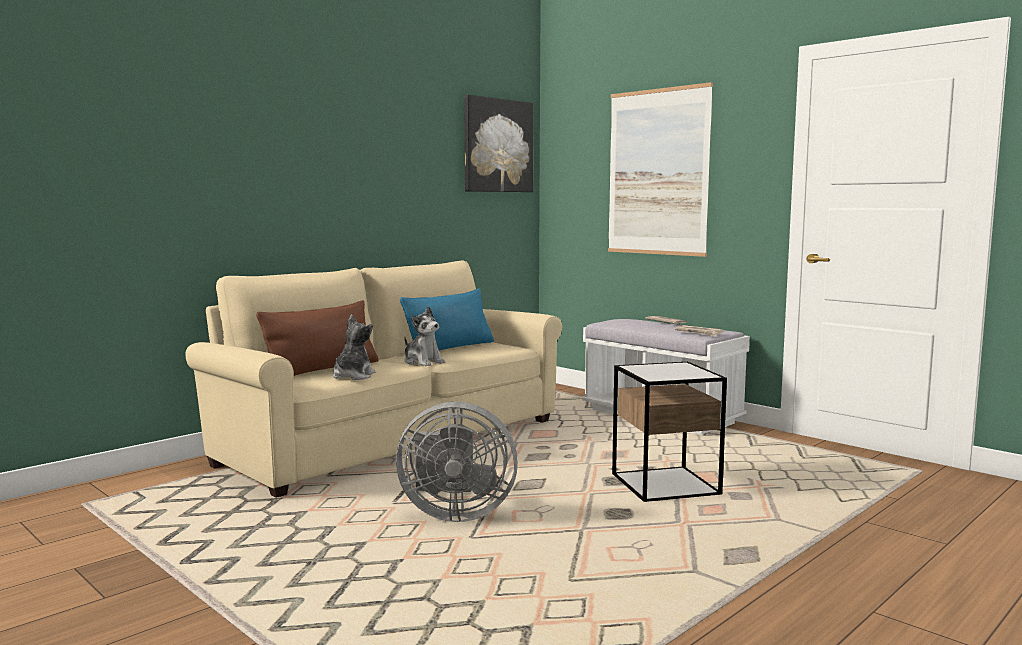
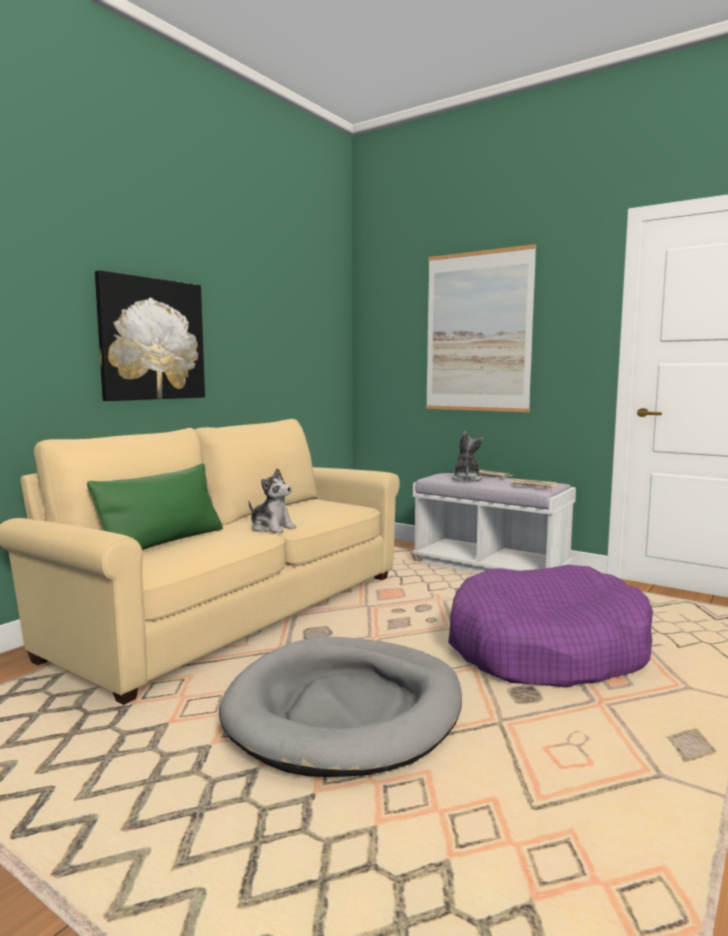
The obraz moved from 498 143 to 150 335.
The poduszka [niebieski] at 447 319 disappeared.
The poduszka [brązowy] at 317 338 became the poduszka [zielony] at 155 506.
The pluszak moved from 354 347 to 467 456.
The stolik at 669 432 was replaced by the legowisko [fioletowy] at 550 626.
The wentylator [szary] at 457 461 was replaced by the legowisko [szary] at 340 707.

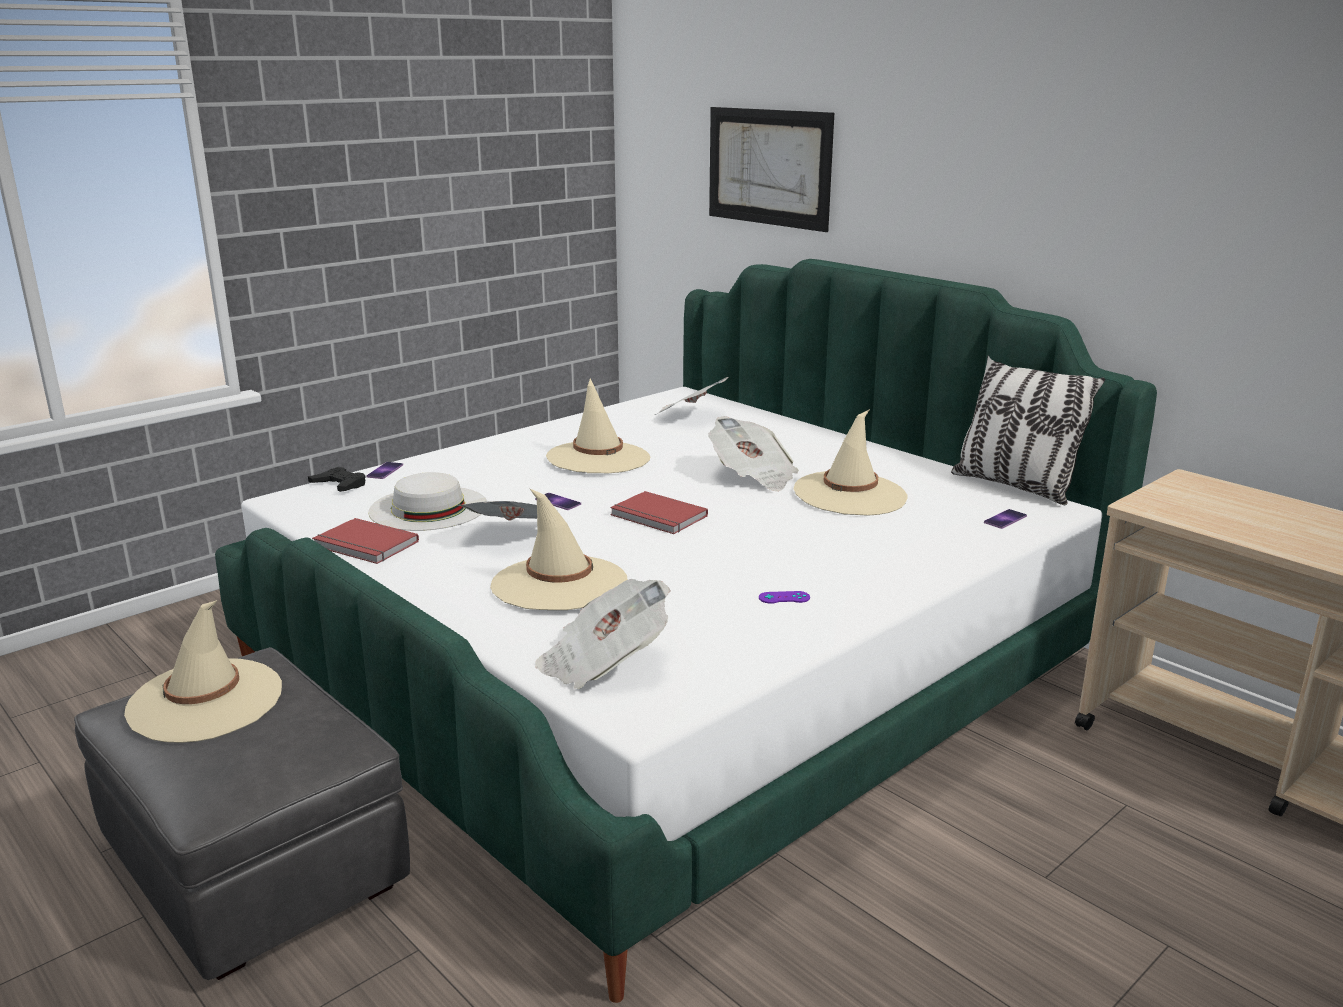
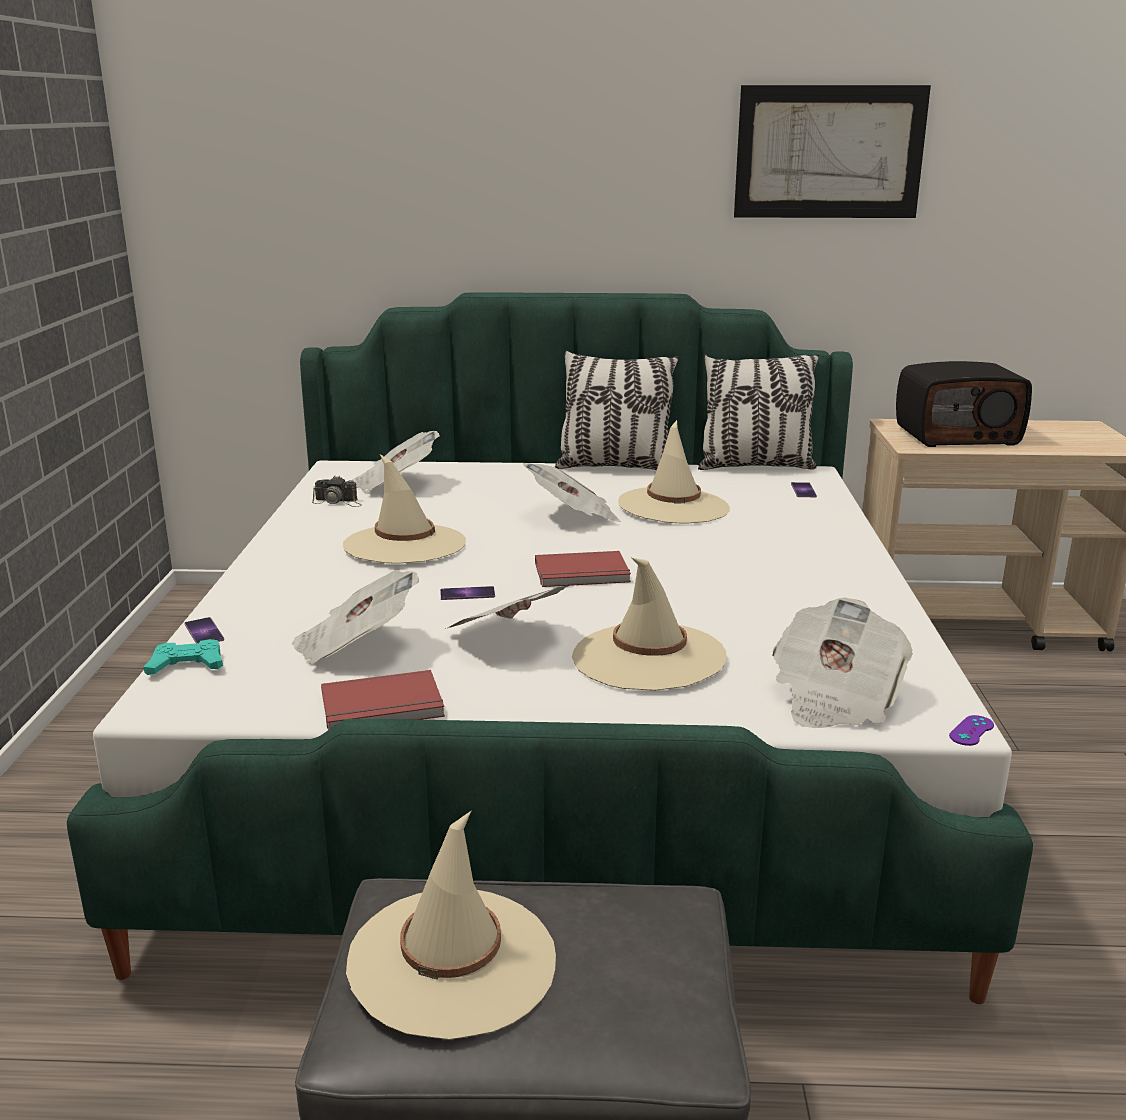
The obraz moved from 771 169 to 832 151.
The pad do gier [czarny] at 337 479 became the pad do gier [turkusowy] at 183 657.
The kapelusz [biały] at 427 501 was replaced by the gazeta at 355 617.
The pad do gier [fioletowy] moved from 784 597 to 971 730.
The poduszka at 617 410 appeared.
The radio at 964 404 appeared.
The aparat fotograficzny at 337 491 appeared.

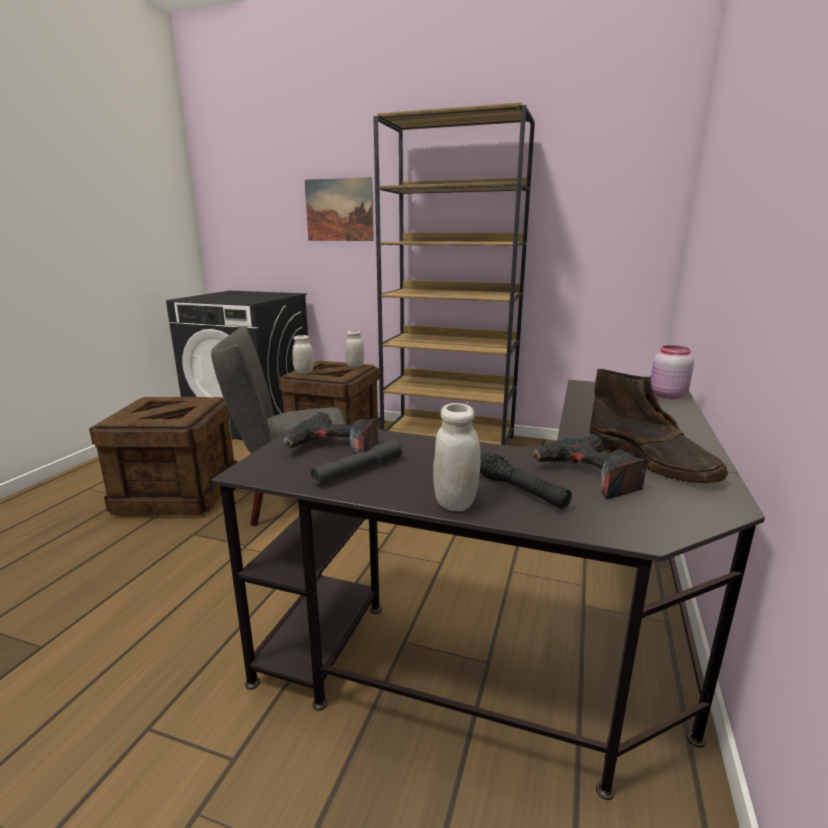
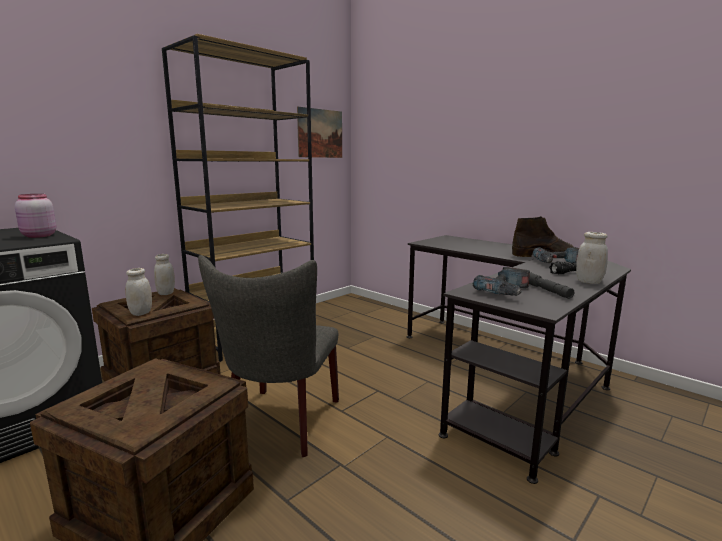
The obraz moved from 339 209 to 319 132.
The słoik [różowy] moved from 672 371 to 35 216.

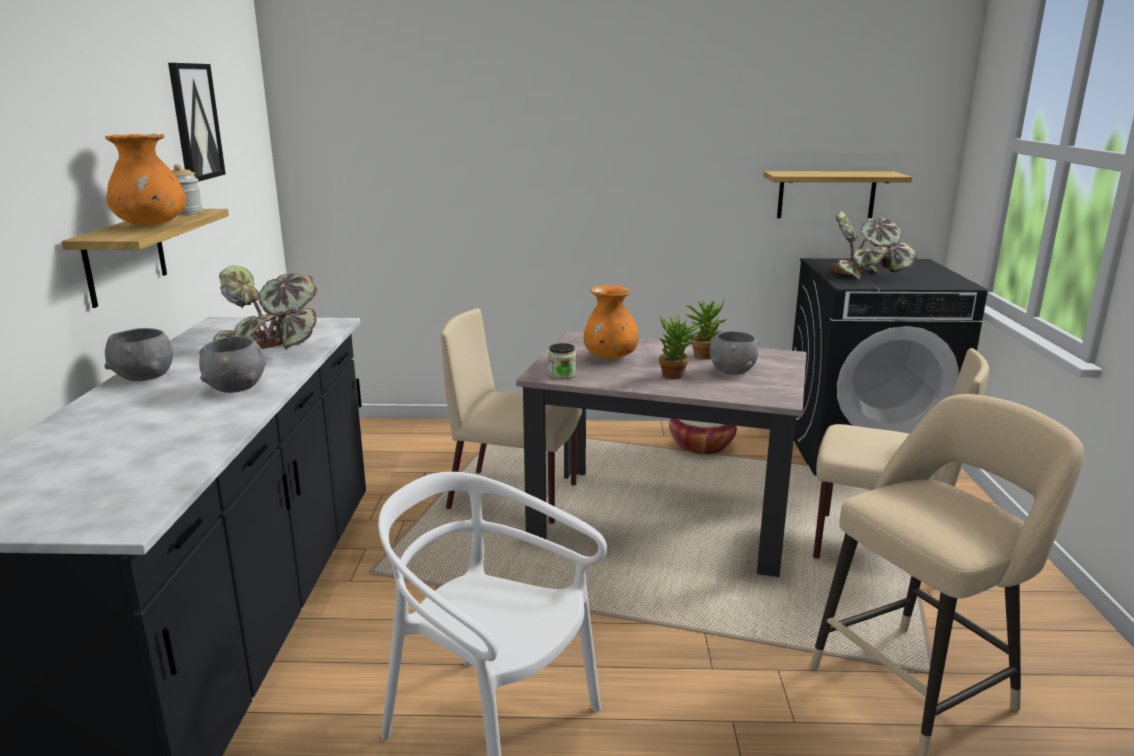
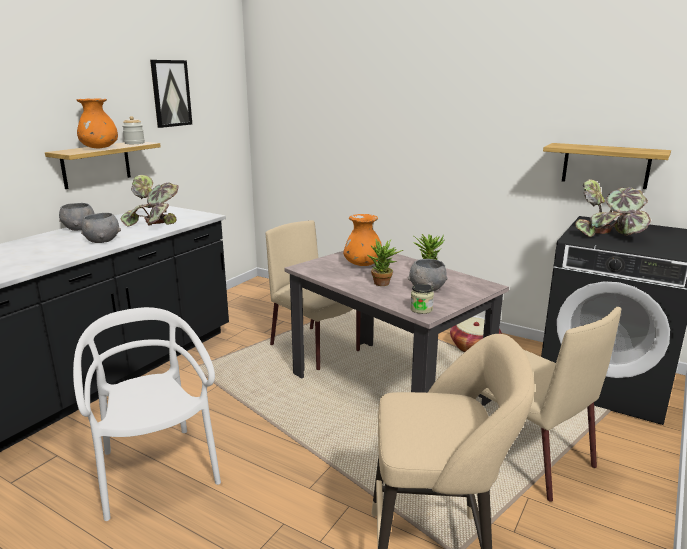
The słoik moved from 562 361 to 422 299.

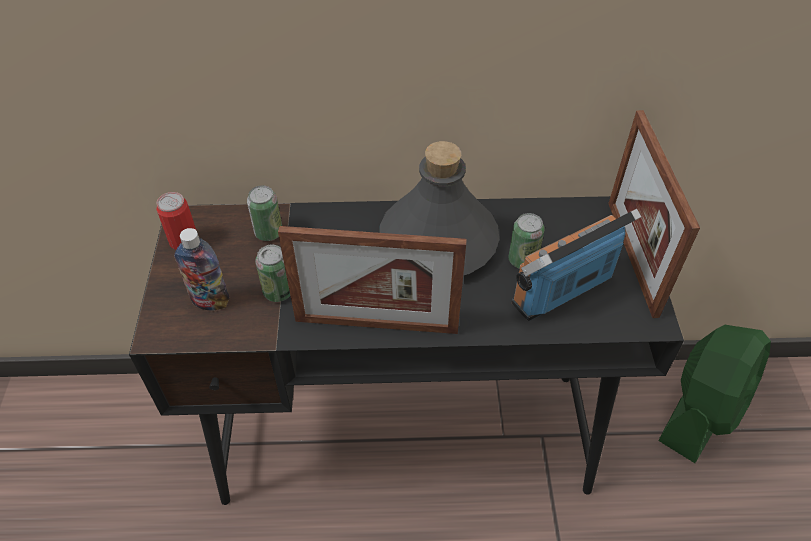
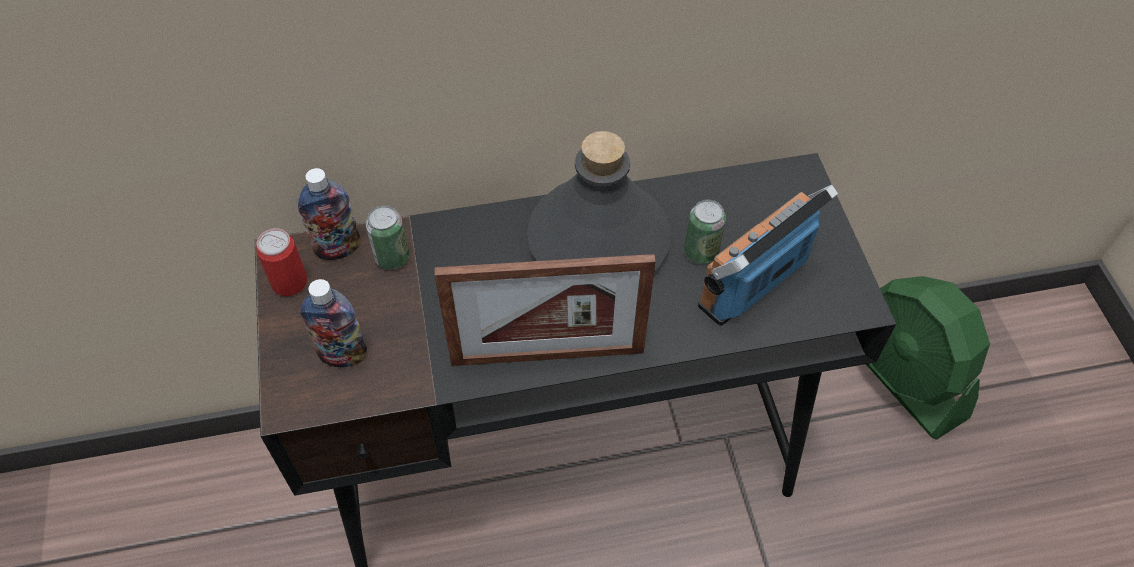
The ramka na zdjęcie at 654 214 disappeared.
The puszka at 272 273 disappeared.
The wentylator [zielony] at 714 394 turned 120 degrees clockwise.
The butelka at 329 214 appeared.

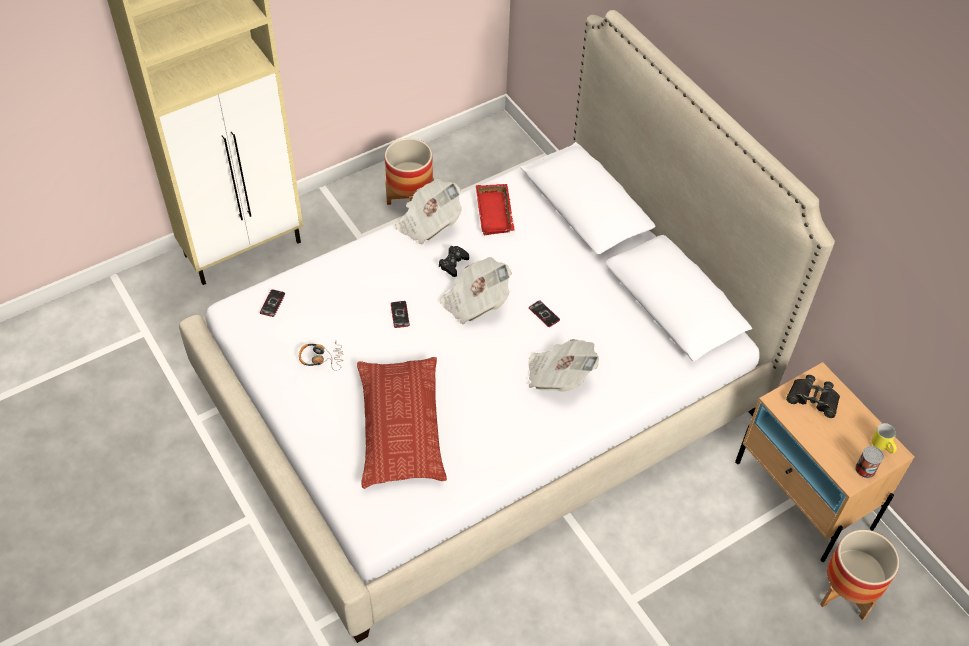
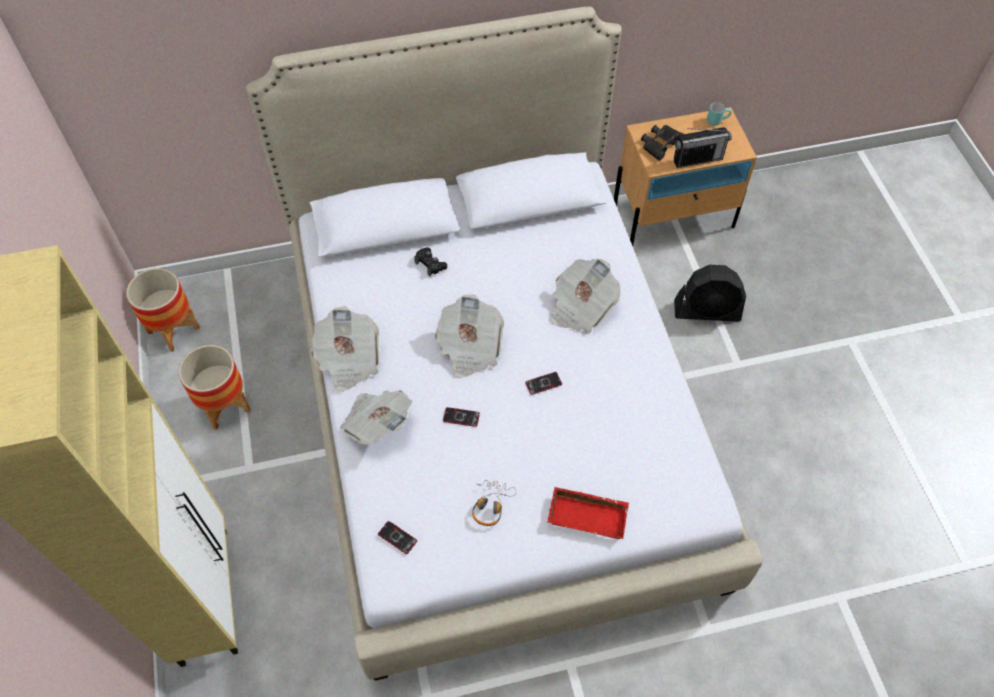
The taca [czerwony] moved from 495 210 to 588 513.
The pad do gier [czarny] moved from 454 261 to 430 261.
The telefon moved from 544 313 to 543 383.
The poduszka at 402 423 disappeared.
The kubek [żółty] at 884 438 became the kubek [turkusowy] at 719 114.
The puszka at 869 462 disappeared.
The donica moved from 859 574 to 163 310.
The radio at 703 147 appeared.
The wentylator [czarny] at 710 293 appeared.
The gazeta at 376 417 appeared.

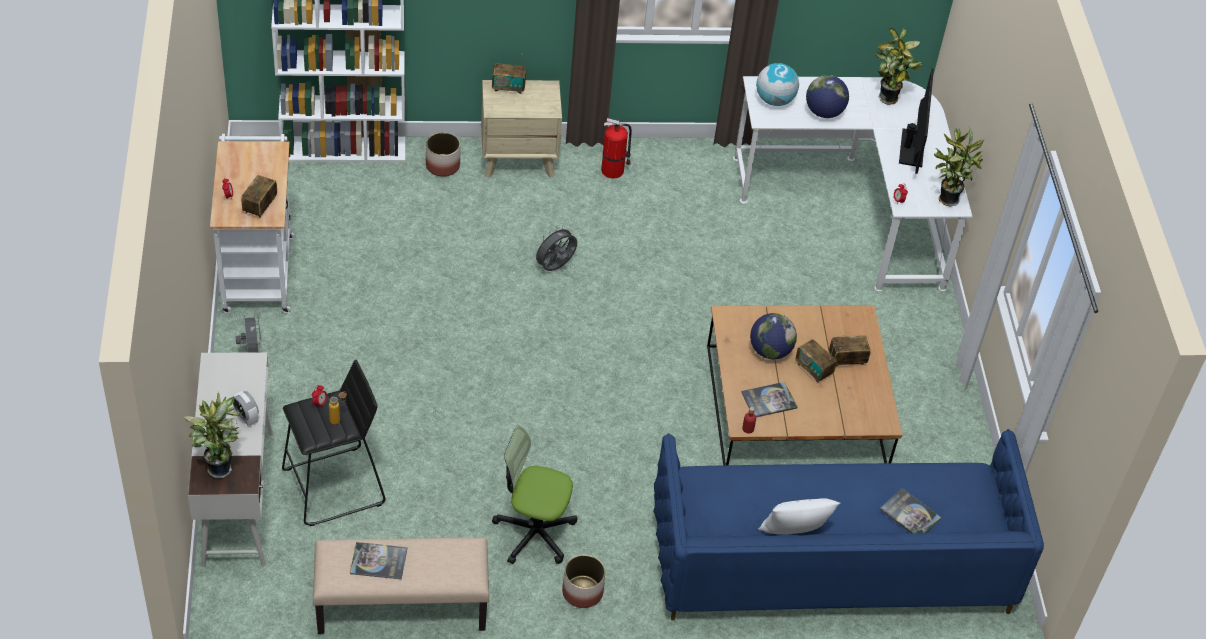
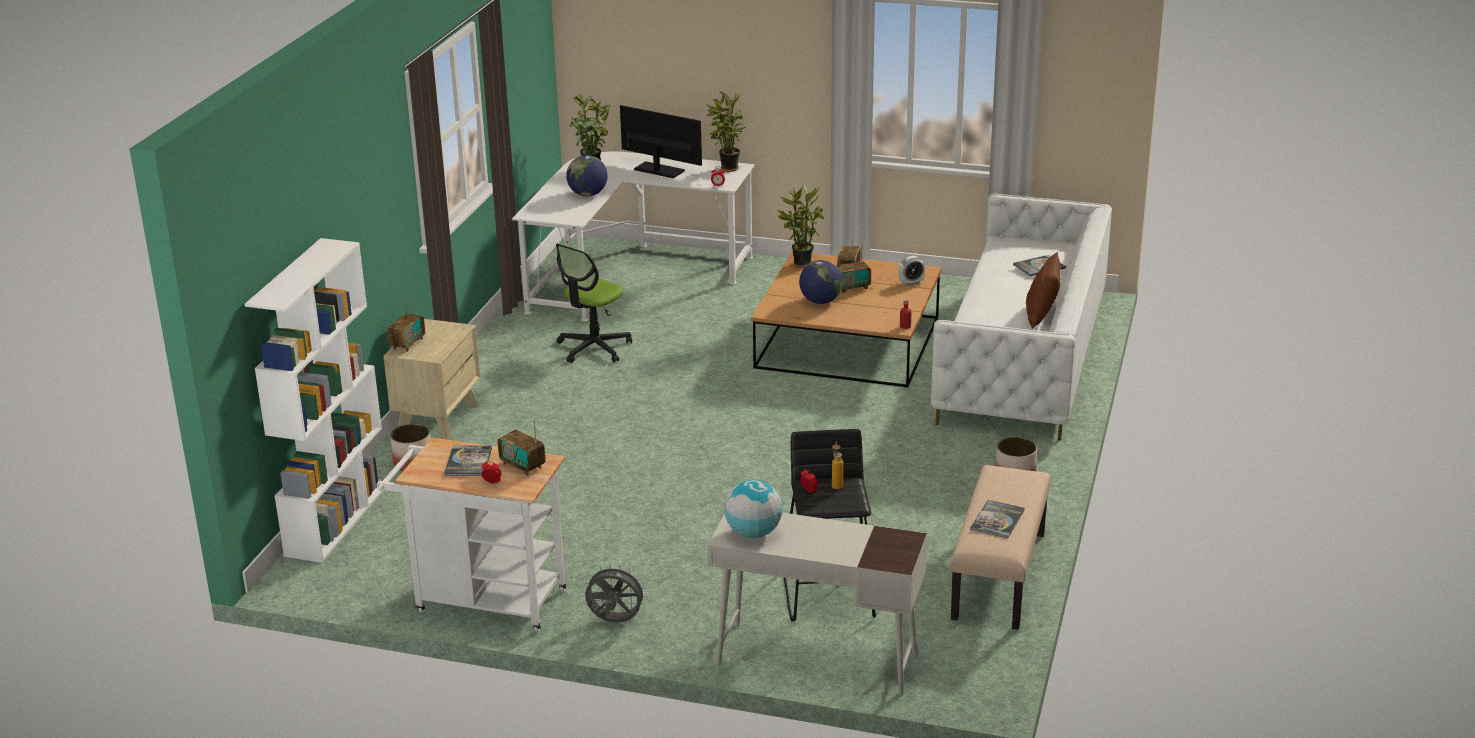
The globus moved from 777 84 to 753 509.
The gaśnica at 616 148 disappeared.
The wentylator [szary] at 554 248 disappeared.
The książka moved from 769 399 to 468 461.
The budzik moved from 246 408 to 911 271.
The roślina doniczkowa moved from 213 435 to 801 225.
The krzesło biurowe moved from 535 495 to 594 303.
The kanapa [niebieski] at 848 524 became the kanapa [biały] at 1021 316.
The poduszka [biały] at 799 517 became the poduszka [brązowy] at 1043 290.

